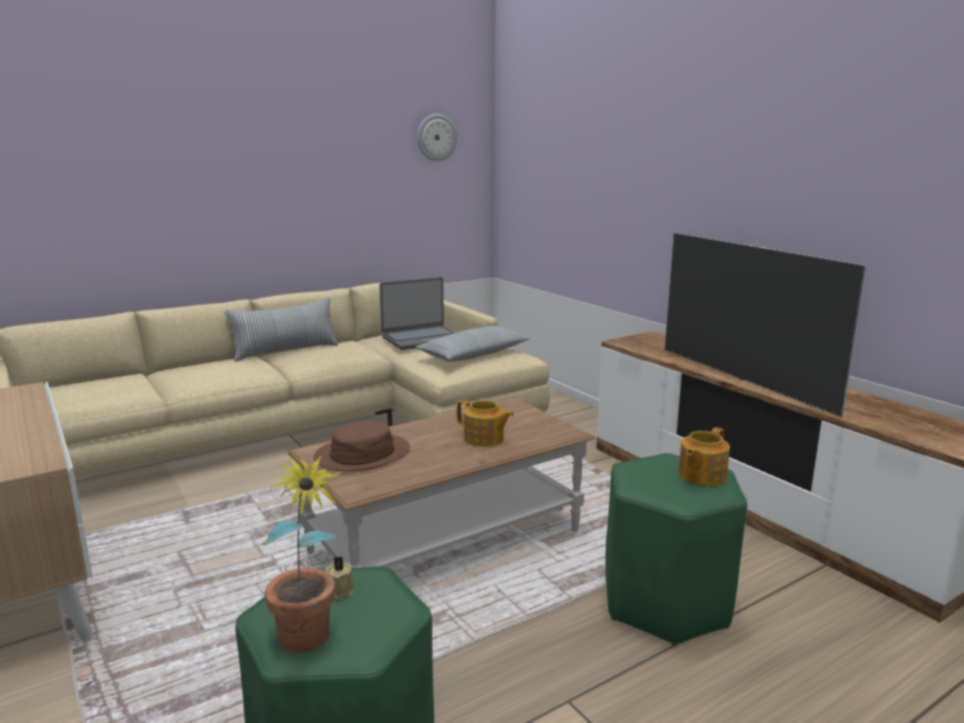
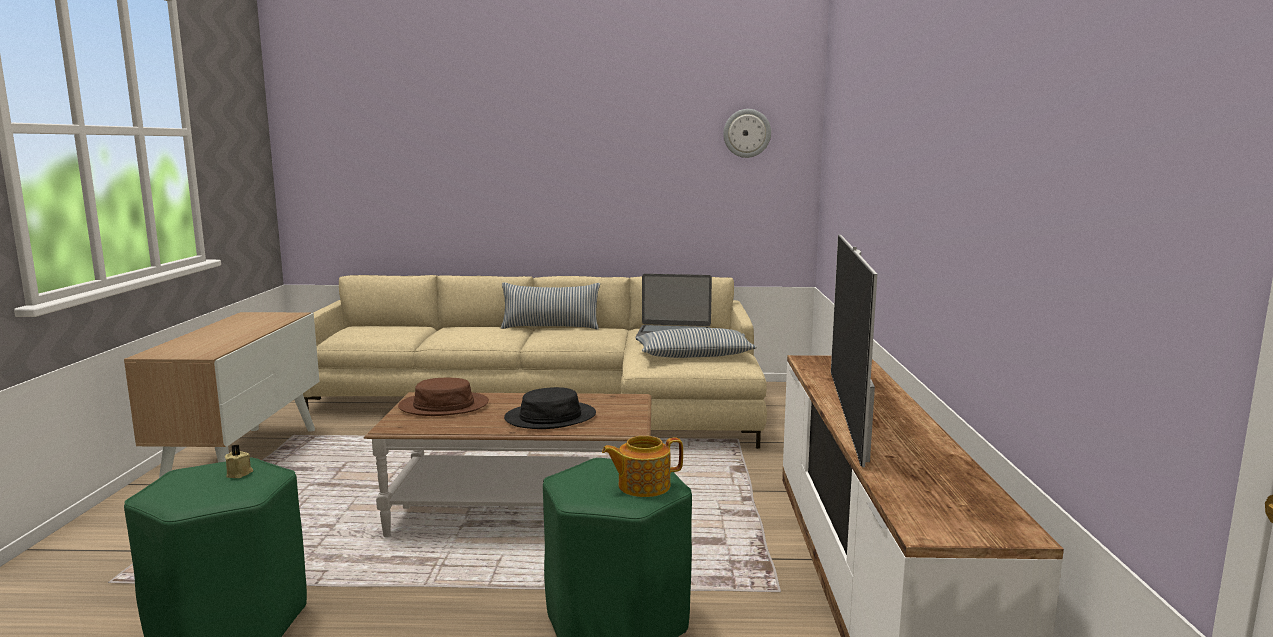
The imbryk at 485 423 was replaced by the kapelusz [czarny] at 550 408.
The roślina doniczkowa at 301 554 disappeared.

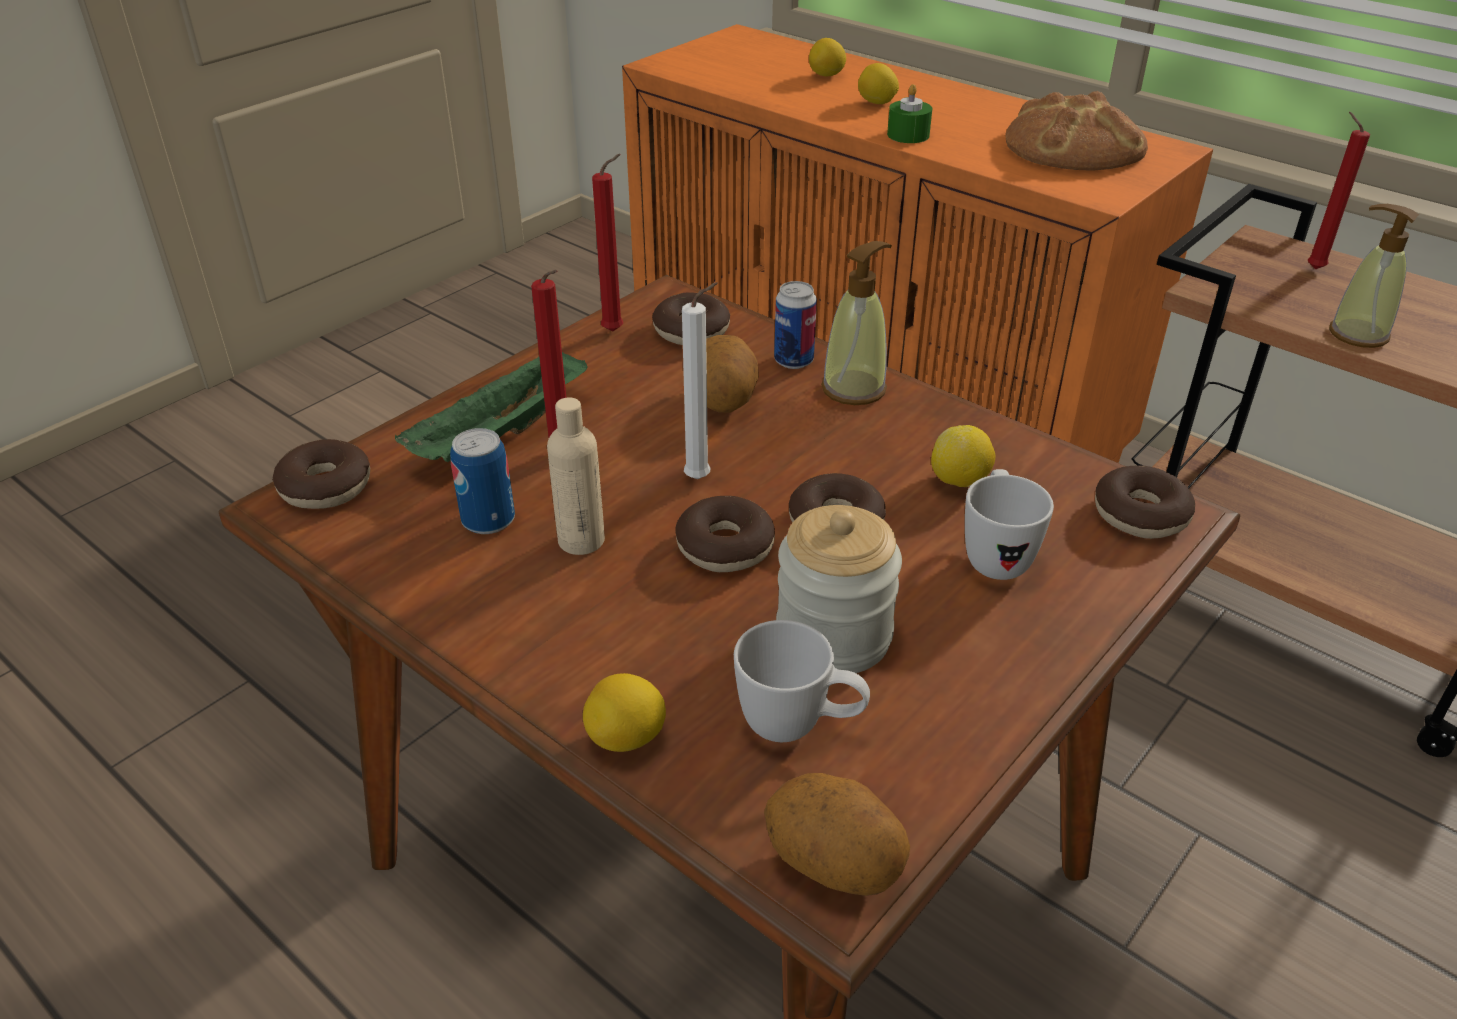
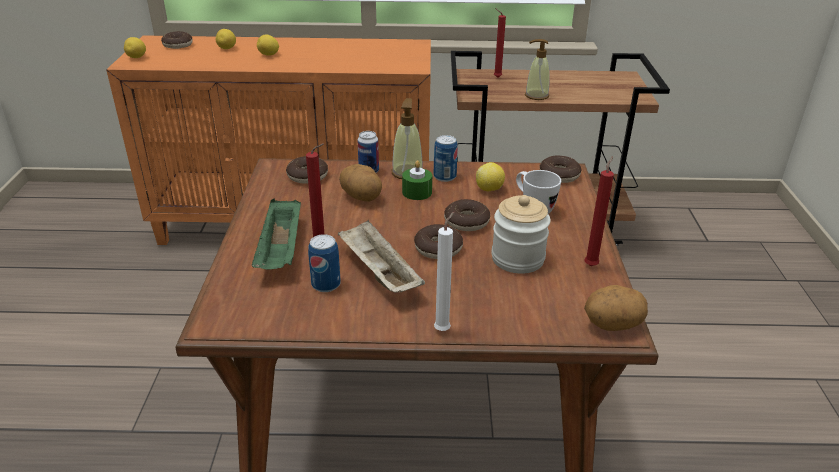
The świeca [zielony] moved from 909 113 to 417 180.
The chleb at 1077 131 disappeared.
The świeca [czerwony] moved from 607 243 to 599 211.
The świeca [biały] moved from 700 380 to 444 271.
The butelka [beżowy] at 576 476 was replaced by the taca [beżowy] at 381 256.
The donut moved from 321 474 to 177 40.
The kubek [biały] at 802 681 disappeared.
The cytryna moved from 624 712 to 135 47.
The puszka at 446 158 appeared.

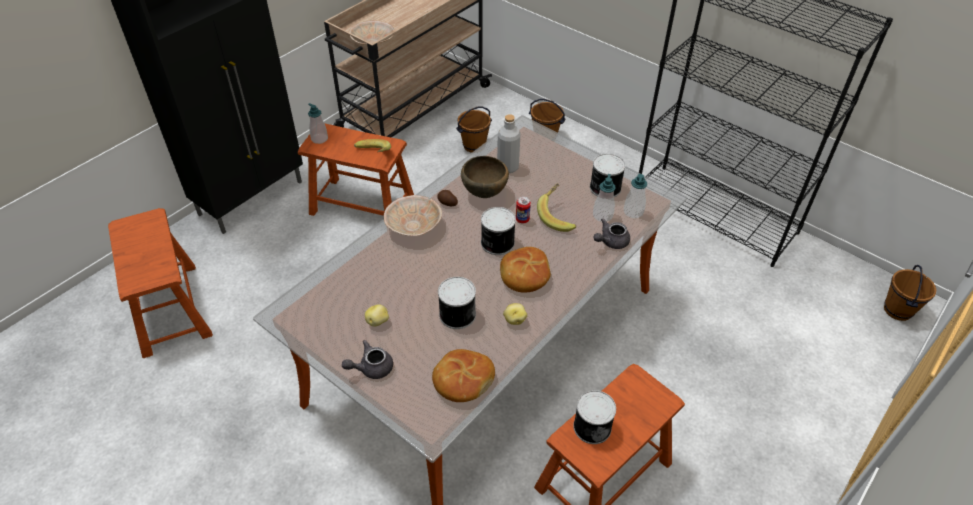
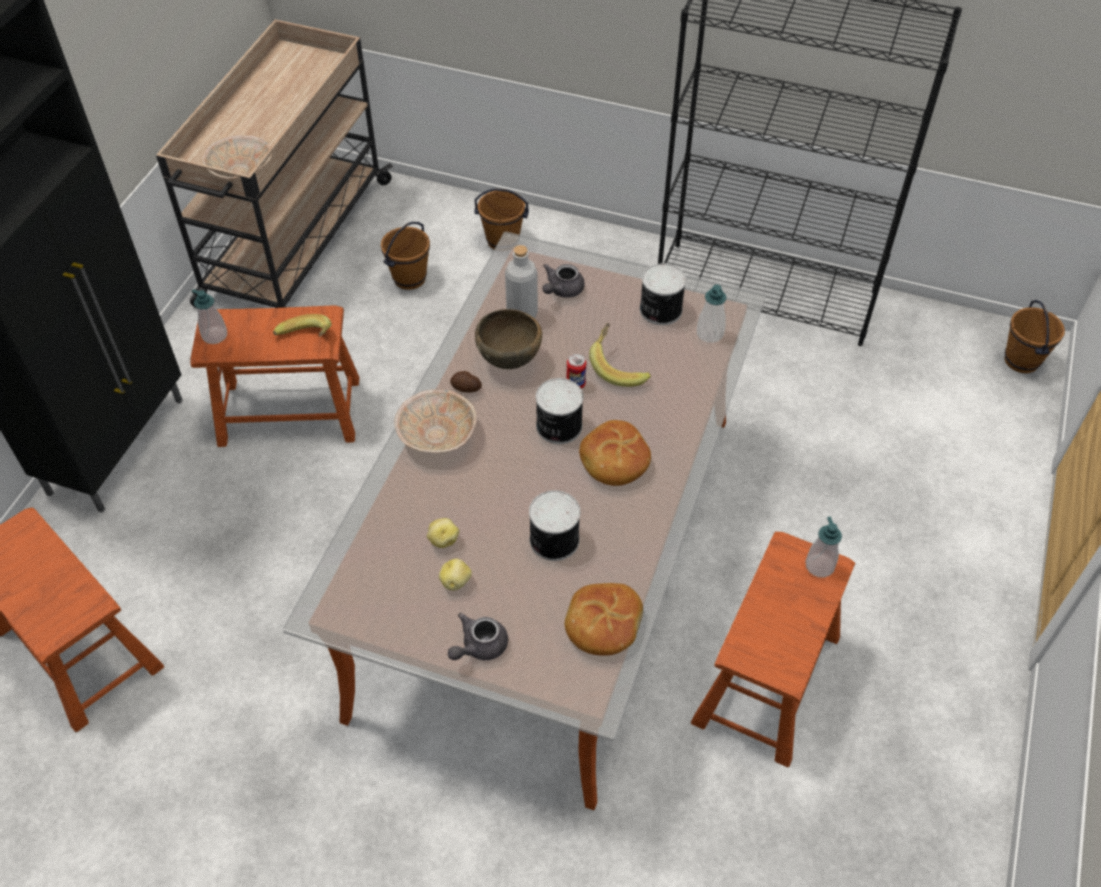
The dozownik mydła moved from 604 198 to 823 547.
The imbryk [szary] moved from 612 233 to 563 281.
The ziemniak moved from 515 314 to 443 533.
The puszka at 594 417 disappeared.

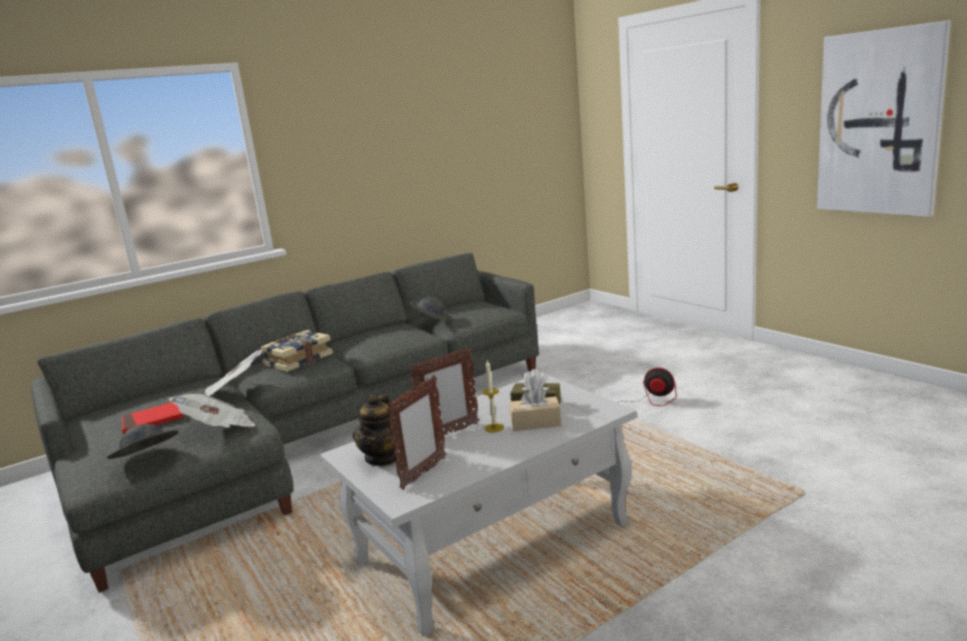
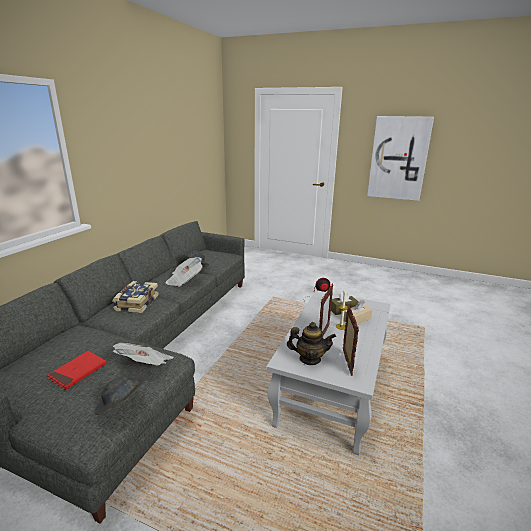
The gazeta moved from 233 373 to 184 272.
The imbryk at 375 430 turned 60 degrees counterclockwise.

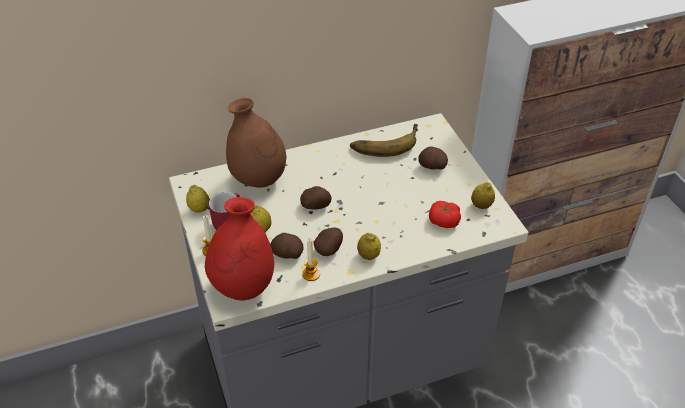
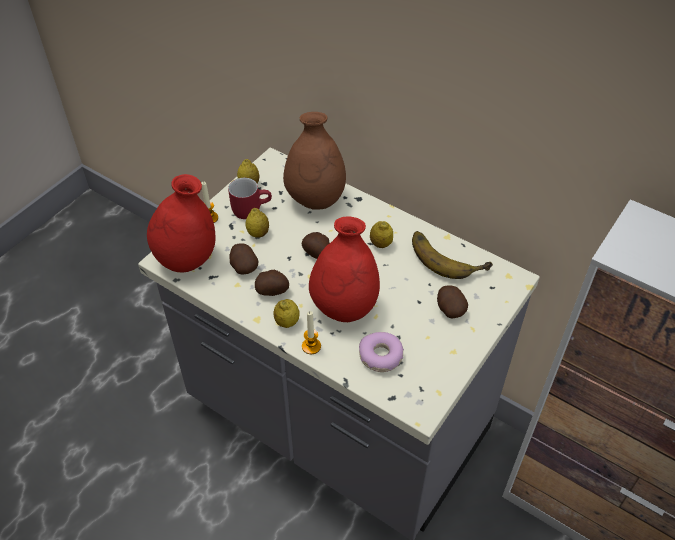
The cytryna moved from 483 195 to 381 234.
The pomidor at 445 214 was replaced by the donut at 381 352.
The świeca moved from 311 259 to 311 332.
The wazon [czerwony] at 344 269 appeared.

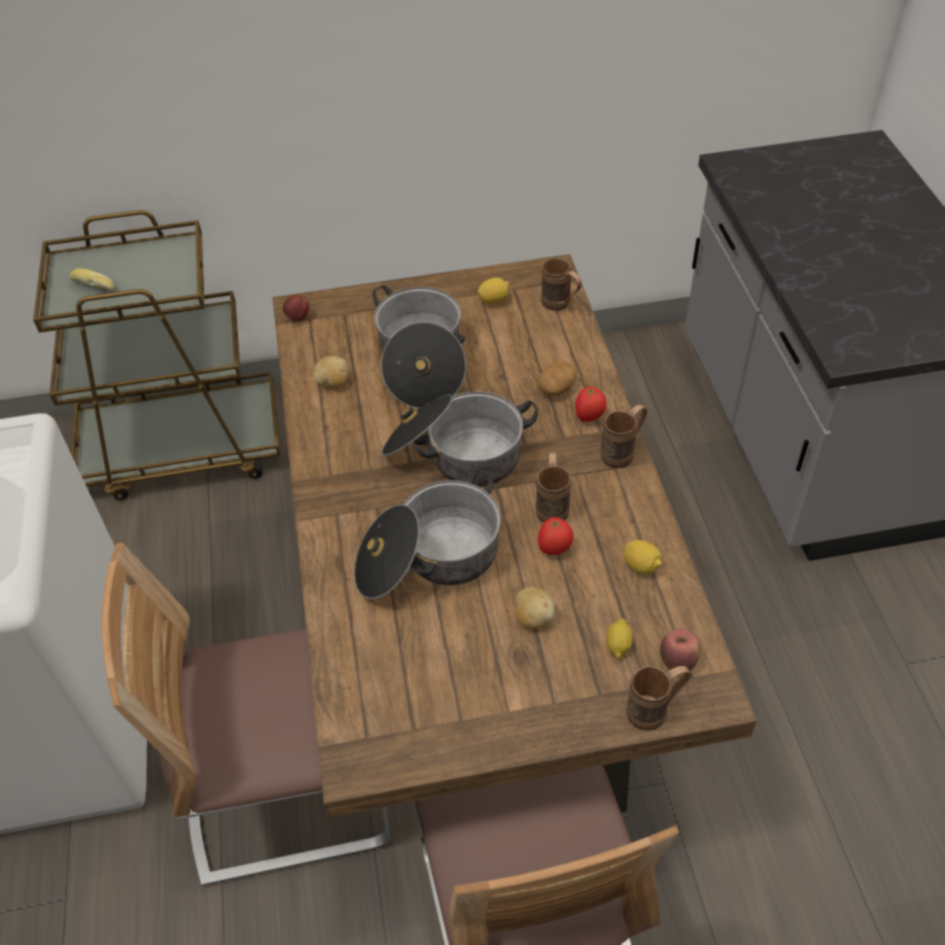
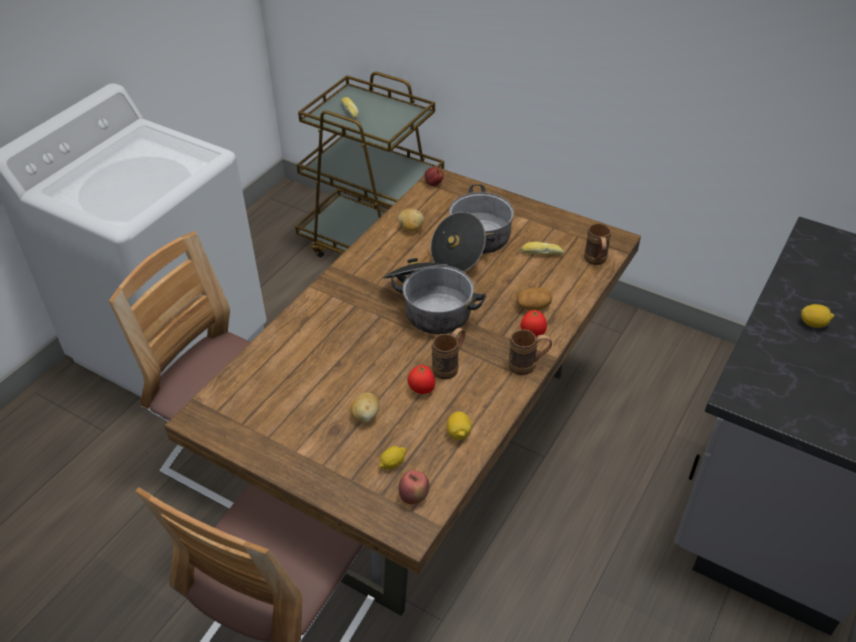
The cytryna moved from 493 291 to 817 316.
The garnek at 427 534 disappeared.
The kubek [brązowy] at 658 698 disappeared.
The chleb at 542 248 appeared.

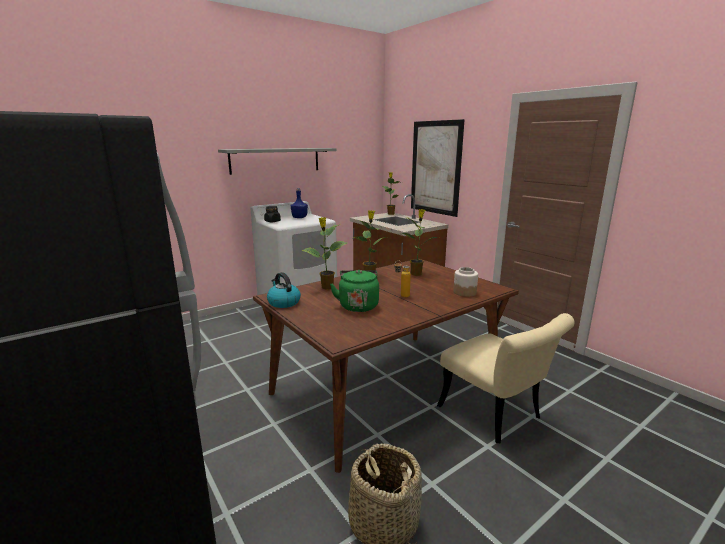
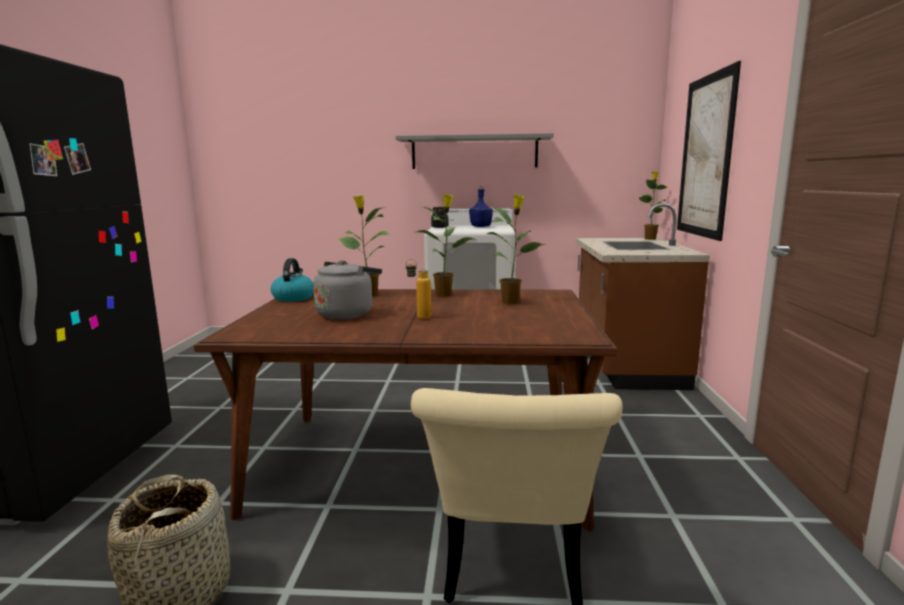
The słoik at 465 282 disappeared.
The czajnik [zielony] at 354 291 became the czajnik [szary] at 347 290.

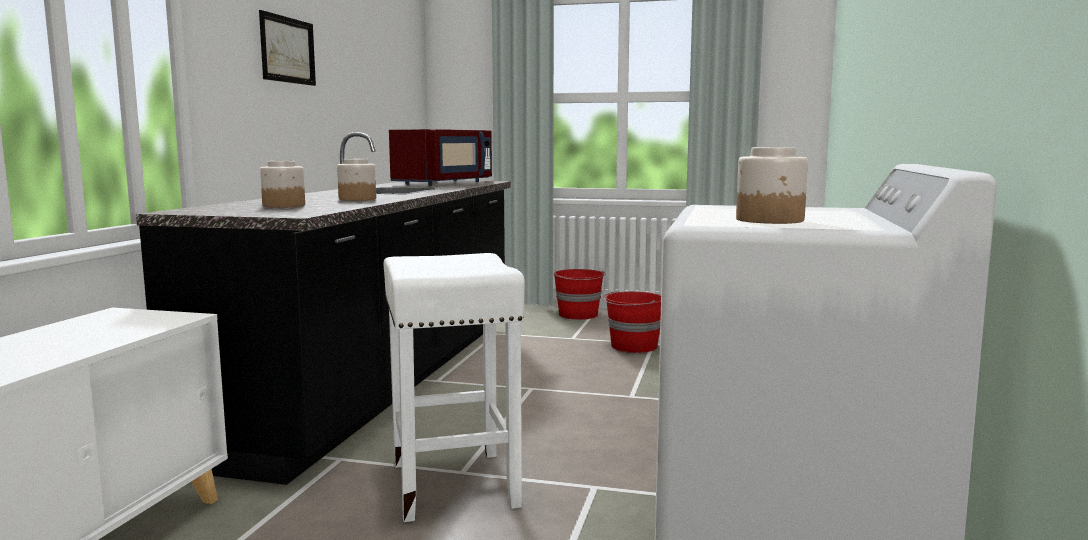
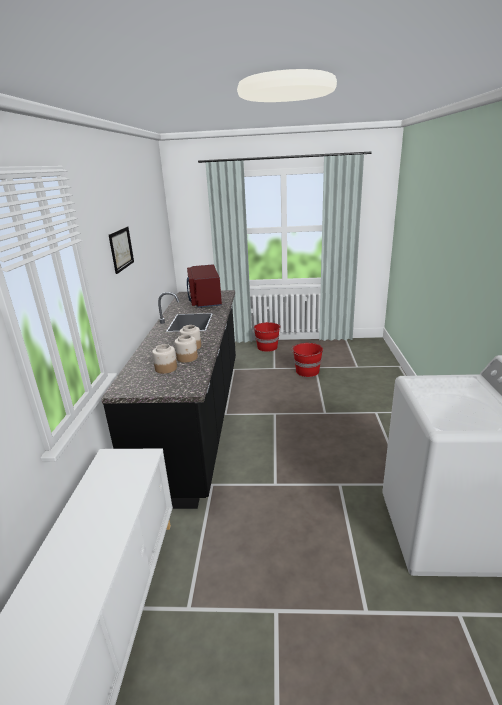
The mikrofalówka [czerwony] at 440 157 turned 150 degrees clockwise.
The słoik moved from 772 185 to 186 348.
The stołek [biały] at 454 387 disappeared.

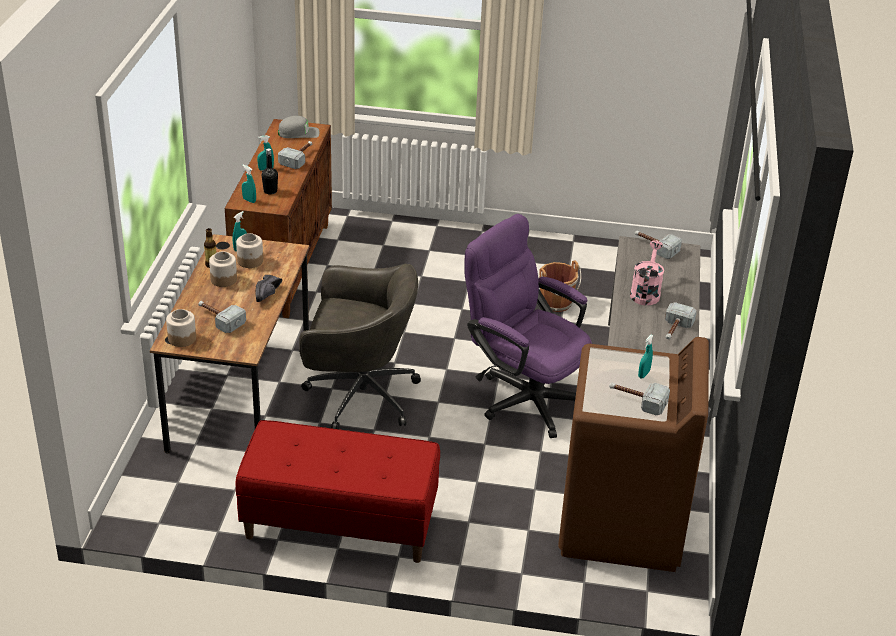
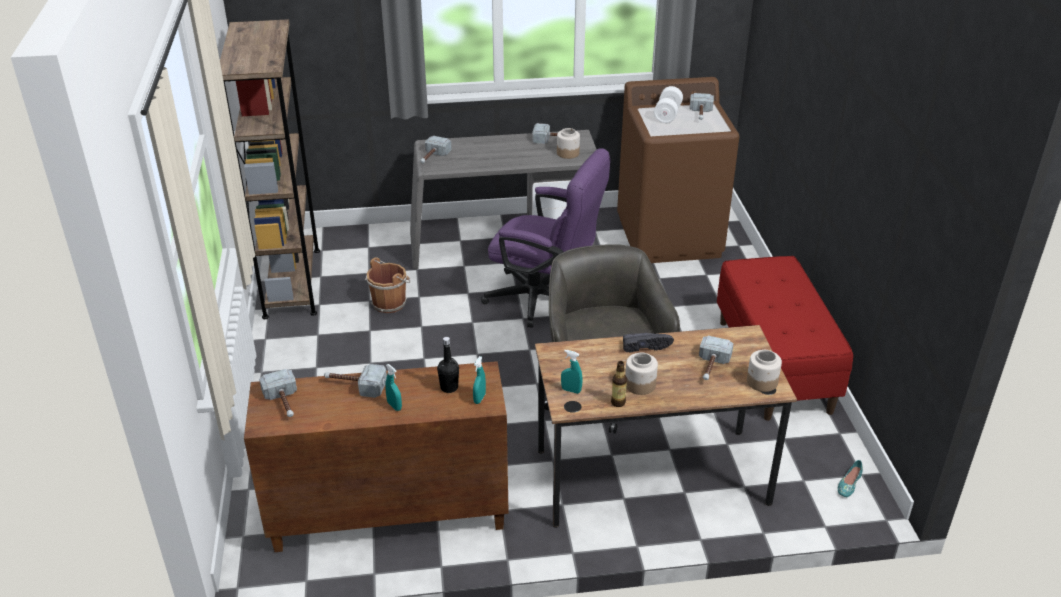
The czapka z daszkiem [szary] at 298 127 was replaced by the młotek at 278 393.
The krzesło biurowe [fioletowy] at 528 326 turned 90 degrees counterclockwise.
The słoik moved from 249 250 to 568 143.
The konewka [różowy] at 647 272 disappeared.
The spryskiwacz [turkusowy] at 645 357 was replaced by the hantel [biały] at 668 104.
The regał [brązowy] at 270 169 appeared.
The but [turkusowy] at 850 478 appeared.

